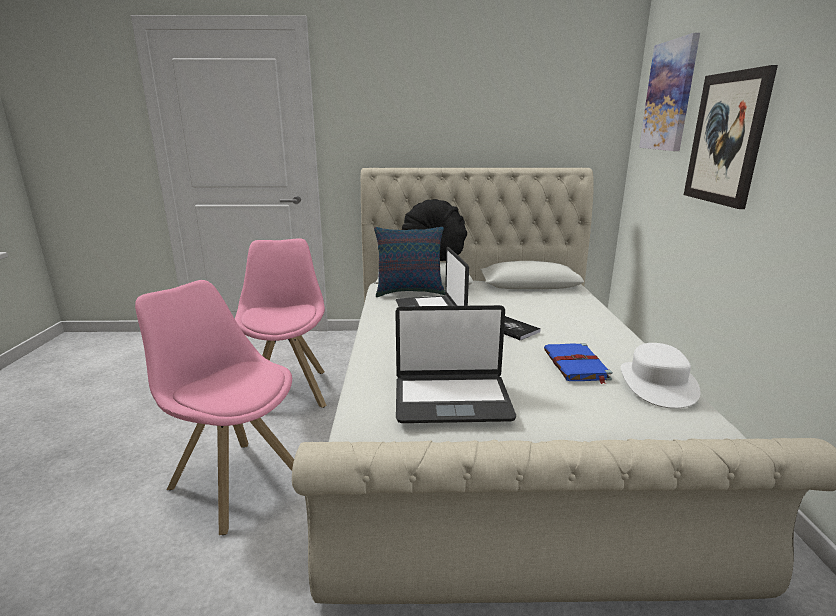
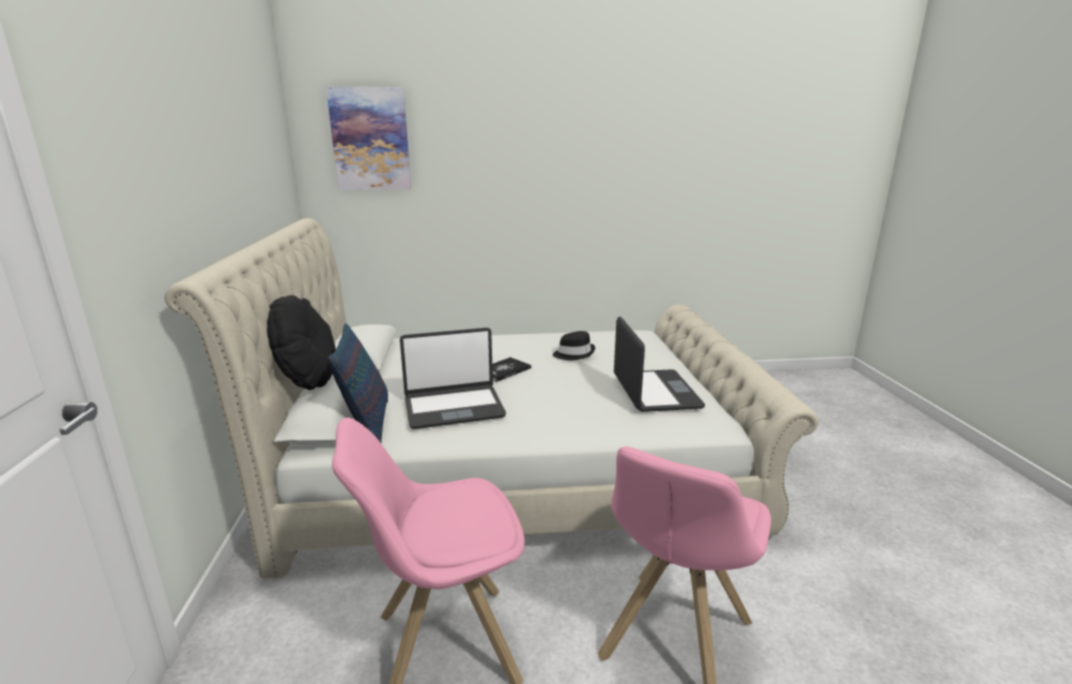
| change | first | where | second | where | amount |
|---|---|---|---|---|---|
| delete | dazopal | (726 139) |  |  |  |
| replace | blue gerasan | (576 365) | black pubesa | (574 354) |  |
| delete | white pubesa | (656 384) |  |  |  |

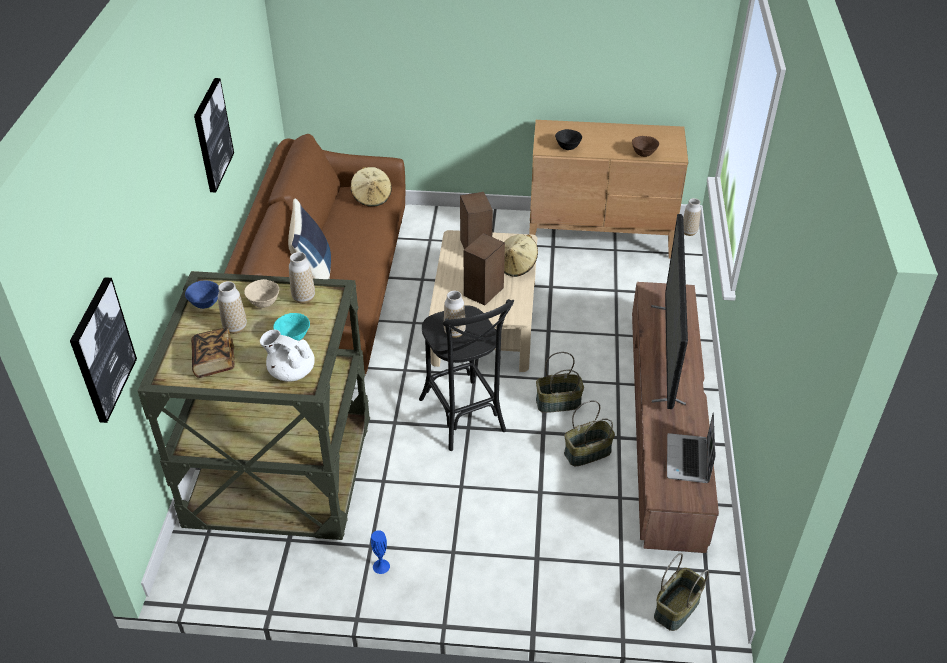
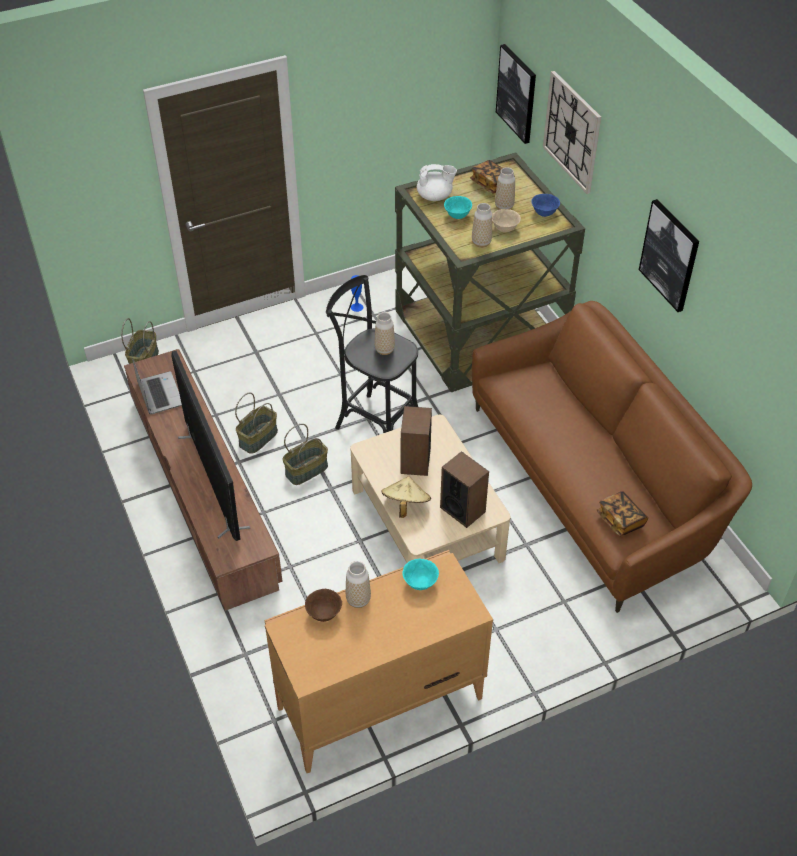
| change | first | where | second | where | amount |
|---|---|---|---|---|---|
| recolor | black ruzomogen | (567 147) | turquoise ruzomogen | (420 583) |  |
| replace | beige pubesa | (372 197) | gerasan | (620 520) |  |
| move | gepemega | (689 232) |  | (358 600) |  |
| delete | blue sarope | (313 273) |  |  |  |
| insert |  |  | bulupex | (572 132) |  |

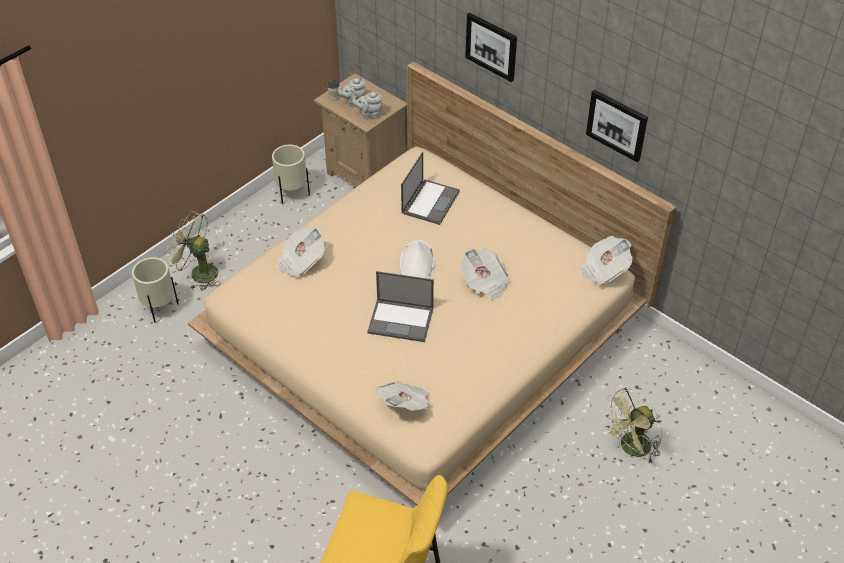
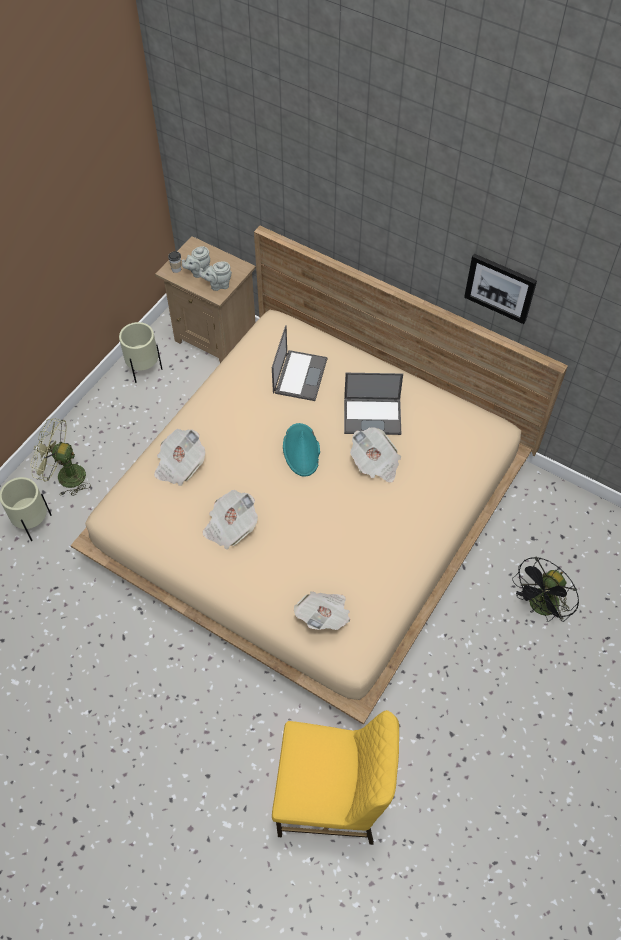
| change | first | where | second | where | amount |
|---|---|---|---|---|---|
| delete | dazopal | (491 46) |  |  |  |
| move | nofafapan | (603 270) |  | (230 527) |  |
| recolor | white pubesa | (417 264) | turquoise pubesa | (301 450) |  |
| move | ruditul | (401 320) |  | (373 415) |  |
| recolor | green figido | (631 449) | black figido | (540 607) |  |

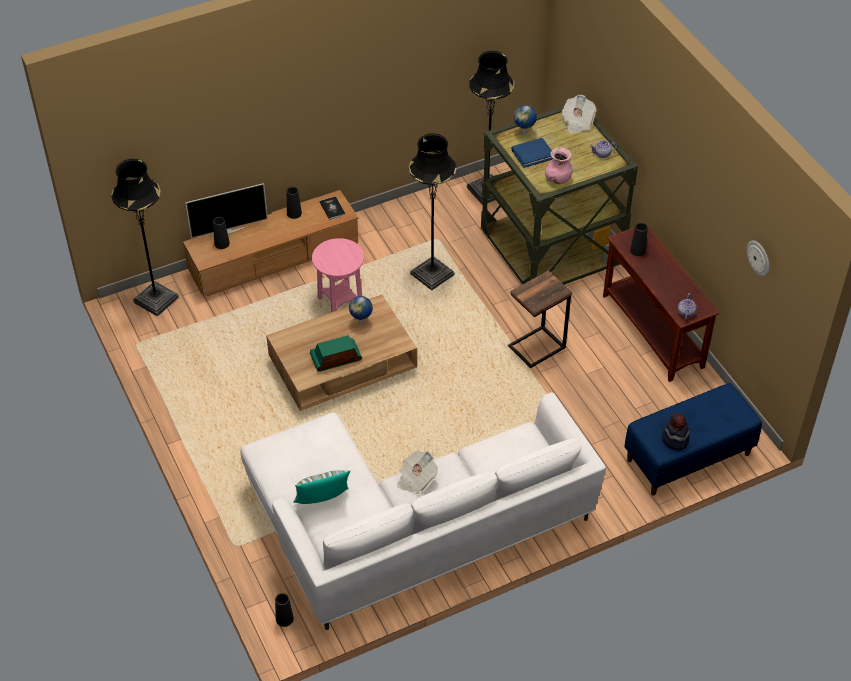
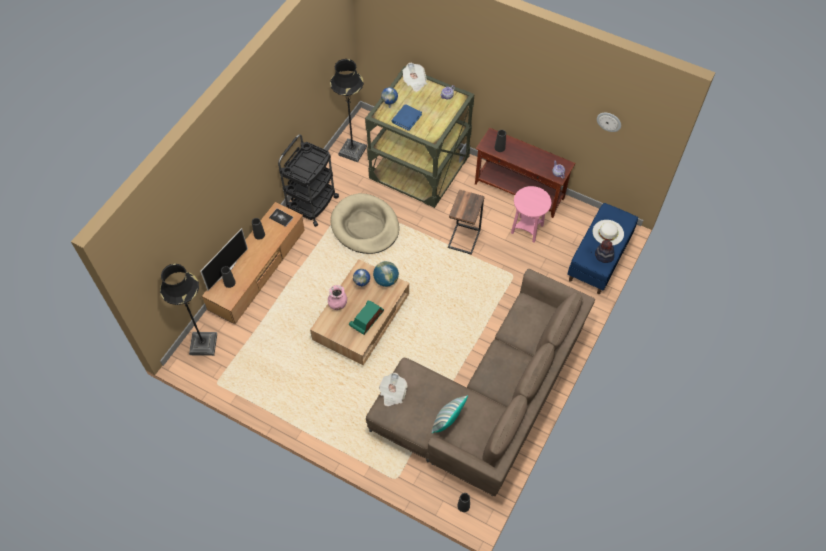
| change | first | where | second | where | amount |
|---|---|---|---|---|---|
| replace | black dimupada | (432 275) | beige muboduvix | (365 226) |  |
| move | pink gepemega | (558 179) |  | (338 304) |  |
| move | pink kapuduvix | (340 303) |  | (527 229) |  |
| recolor | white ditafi | (408 529) | brown ditafi | (487 401) |  |
| move | nofafapan | (416 479) |  | (392 393) |  |
| insert |  |  | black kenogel | (312 204) |  |
| insert |  |  | white pubesa | (608 232) |  |
| insert |  |  | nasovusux | (386 280) |  |

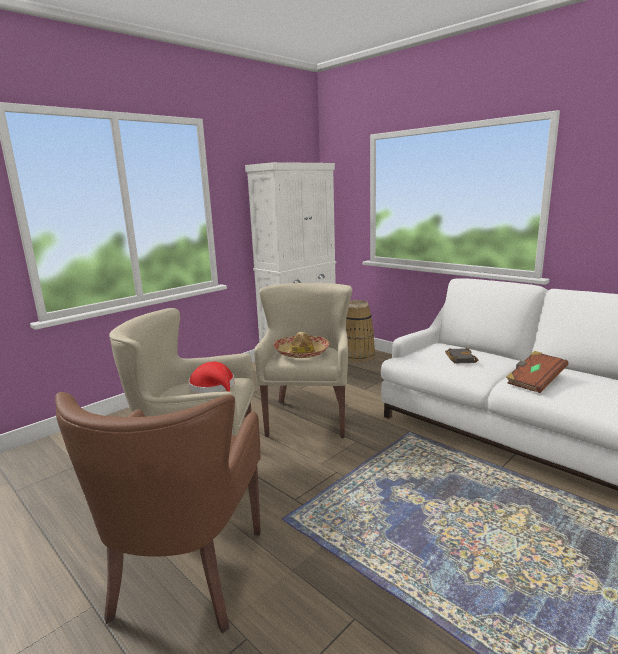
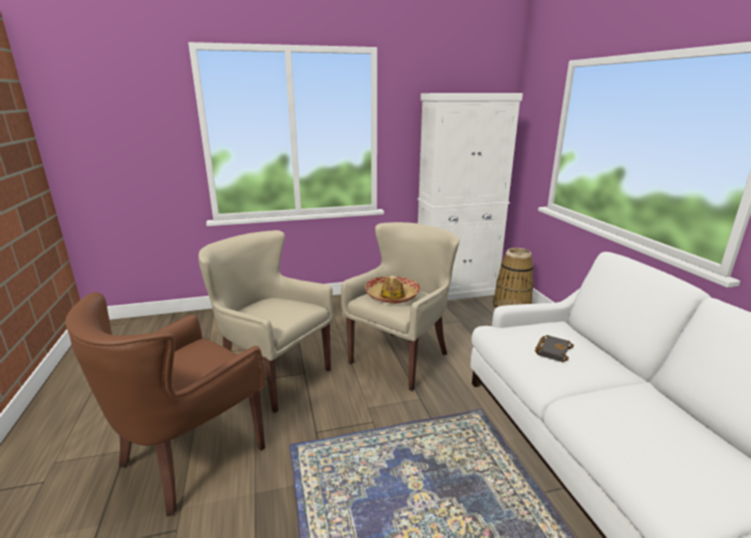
| change | first | where | second | where | amount |
|---|---|---|---|---|---|
| delete | brown gerasan | (534 382) |  |  |  |
| delete | red pubesa | (214 387) |  |  |  |

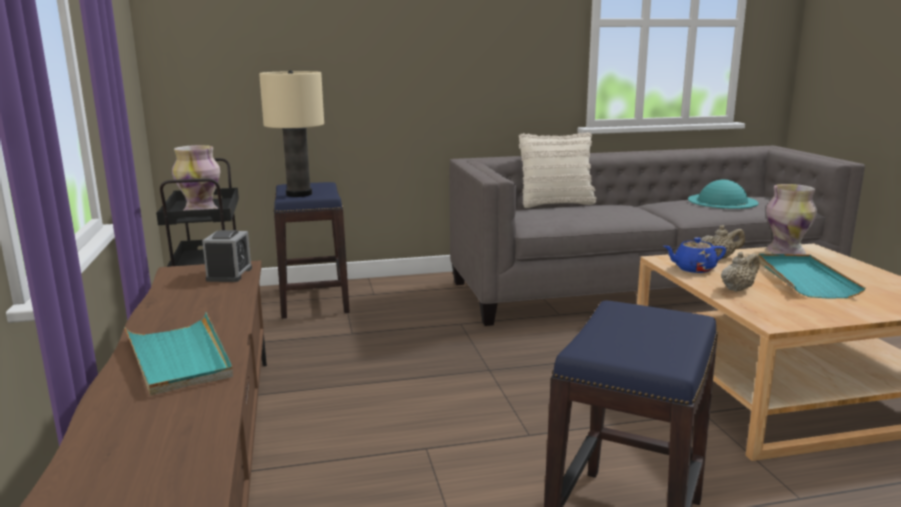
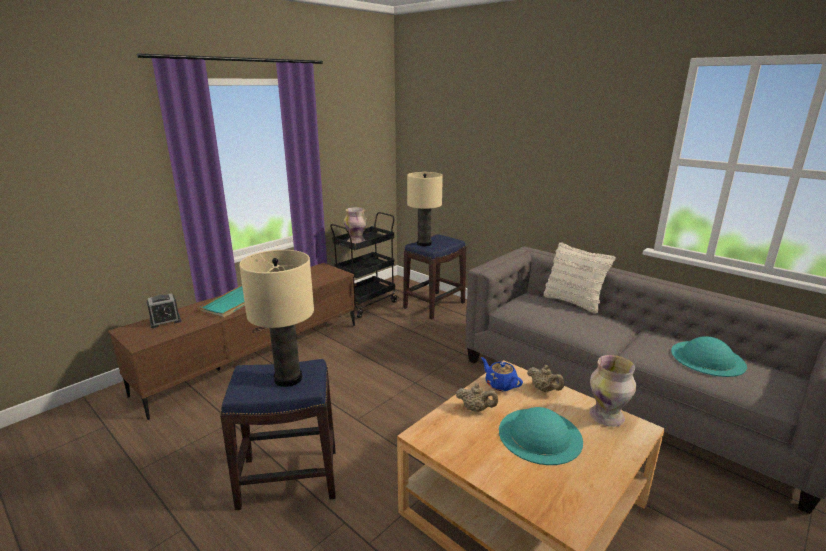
| change | first | where | second | where | amount |
|---|---|---|---|---|---|
| move | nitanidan | (229 274) |  | (165 321) |  |
| replace | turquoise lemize | (803 279) | turquoise pubesa | (540 435) |  |
| insert |  |  | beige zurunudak | (288 378) |  |

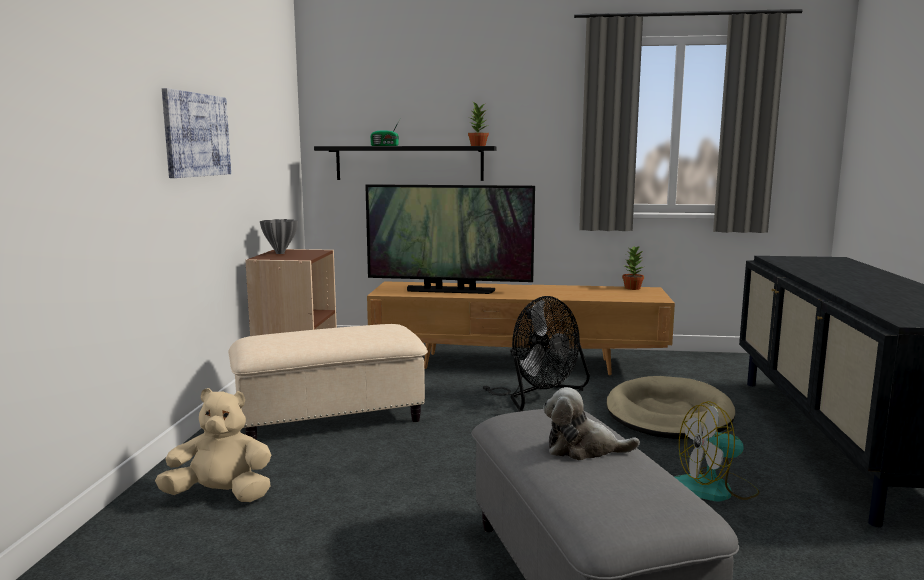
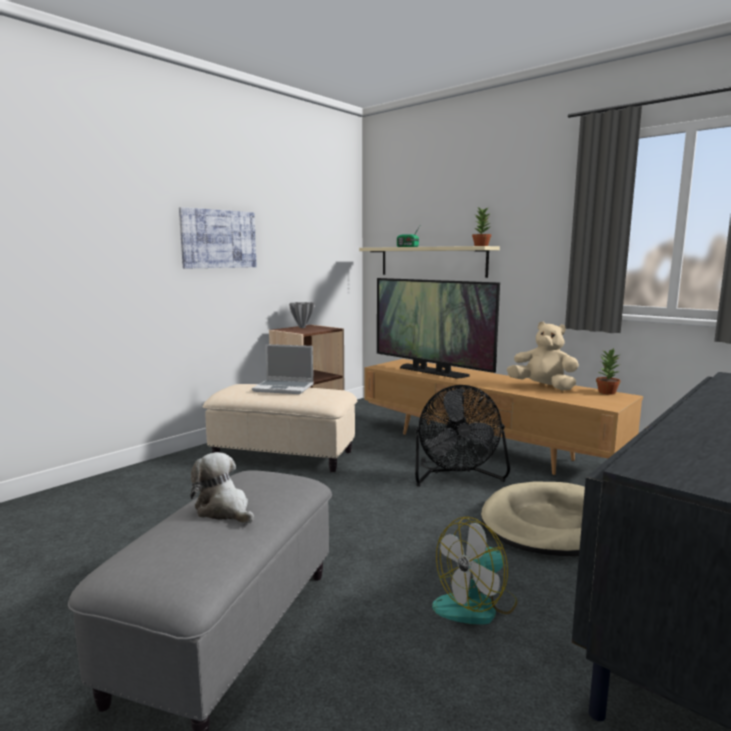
| change | first | where | second | where | amount |
|---|---|---|---|---|---|
| recolor | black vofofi | (409 163) | beige vofofi | (432 261) |  |
| move | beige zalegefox | (221 495) |  | (543 387) |  |
| rotate | figido | (715 488) |  | (476 605) | 60 degrees counterclockwise |
| insert |  |  | ruditul | (284 388) |  |

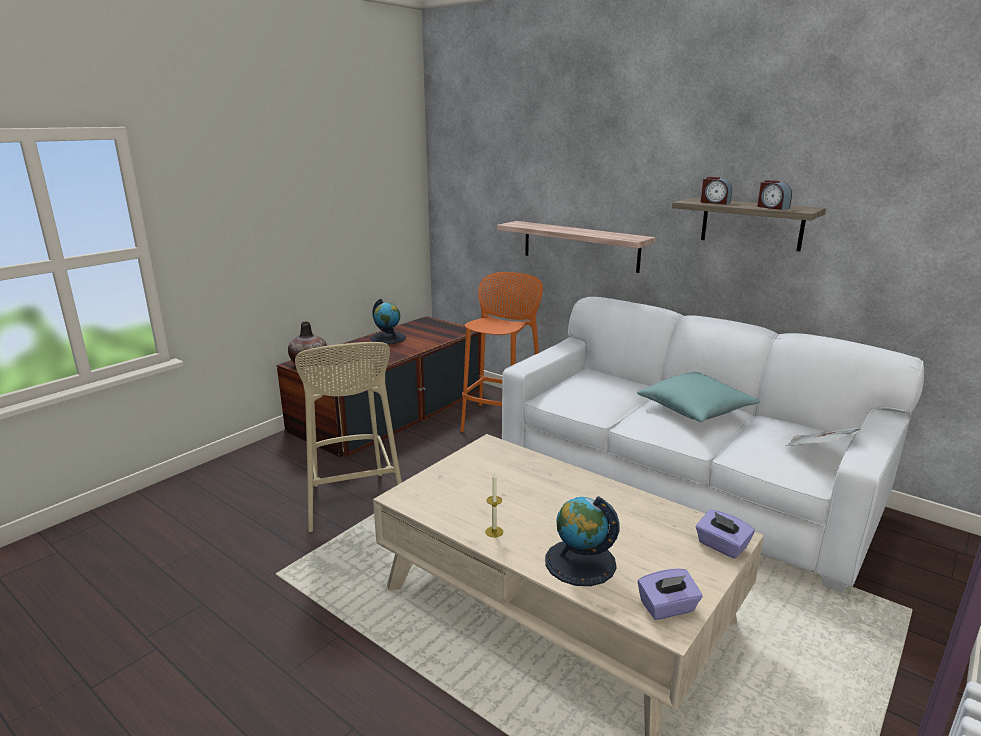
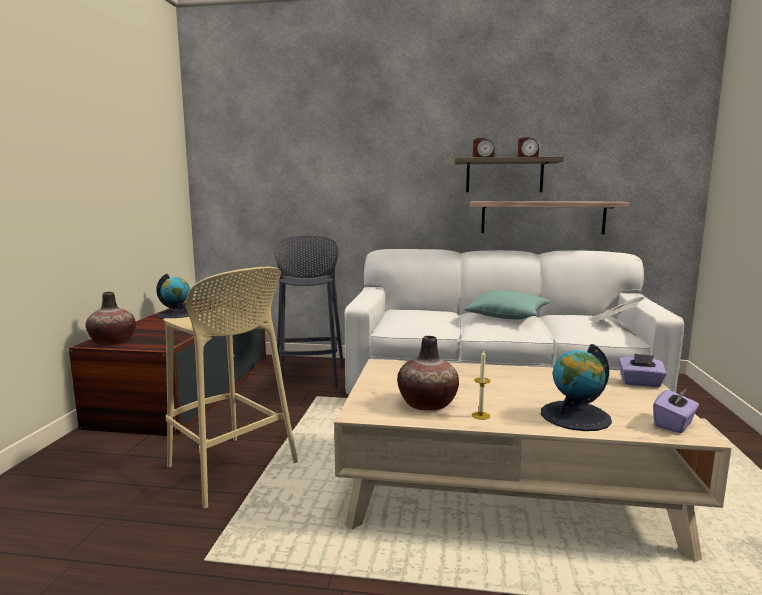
| change | first | where | second | where | amount |
|---|---|---|---|---|---|
| move | vofofi | (580 246) |  | (542 217) |  |
| recolor | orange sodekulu | (501 422) | grey sodekulu | (309 377) |  |
| insert |  |  | gepemega | (427 404) |  |

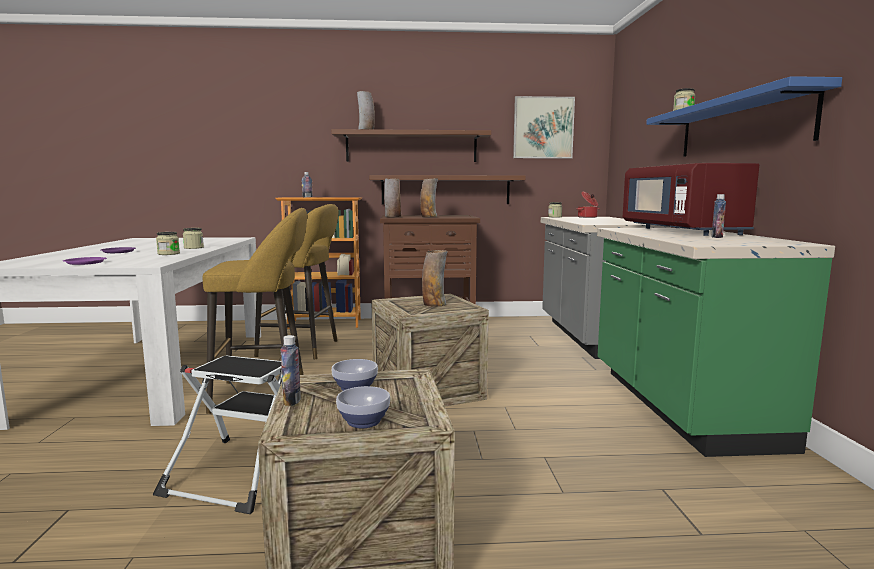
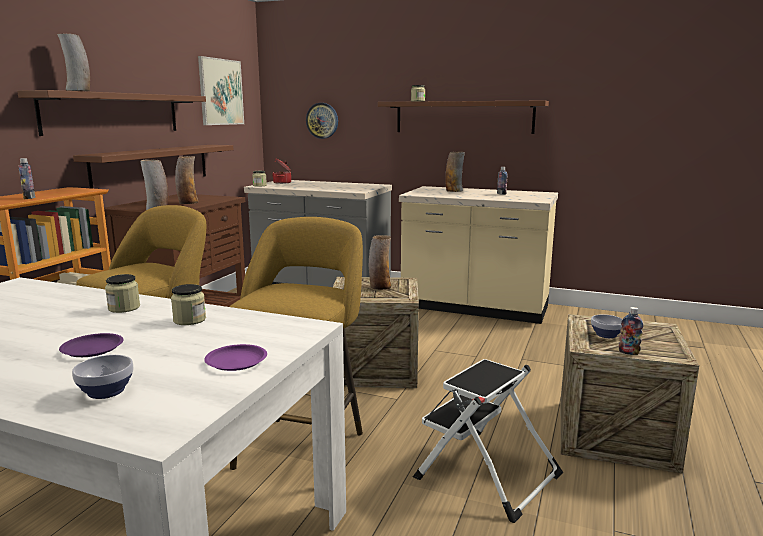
| change | first | where | second | where | amount |
|---|---|---|---|---|---|
| recolor | blue vofofi | (740 126) | brown vofofi | (463 117) |  |
| replace | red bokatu | (682 231) | gepemega | (454 191) |  |
| recolor | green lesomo | (679 406) | beige lesomo | (474 308) |  |
| move | ruzomogen | (365 421) |  | (106 391) |  |
| insert |  |  | bulupex | (322 120) |  |

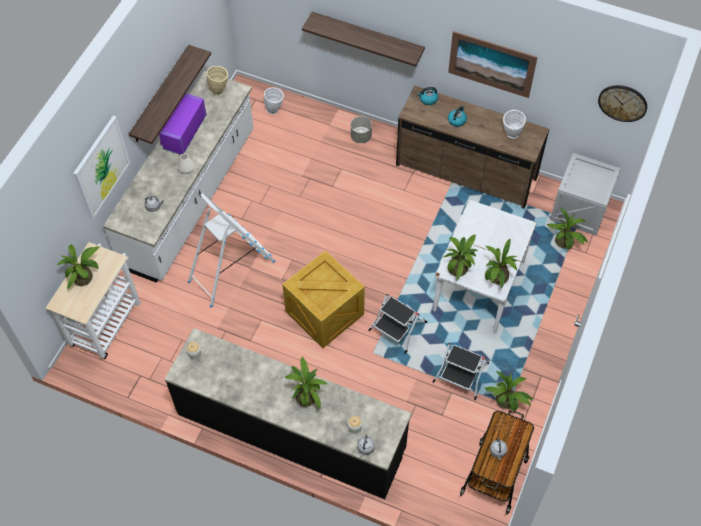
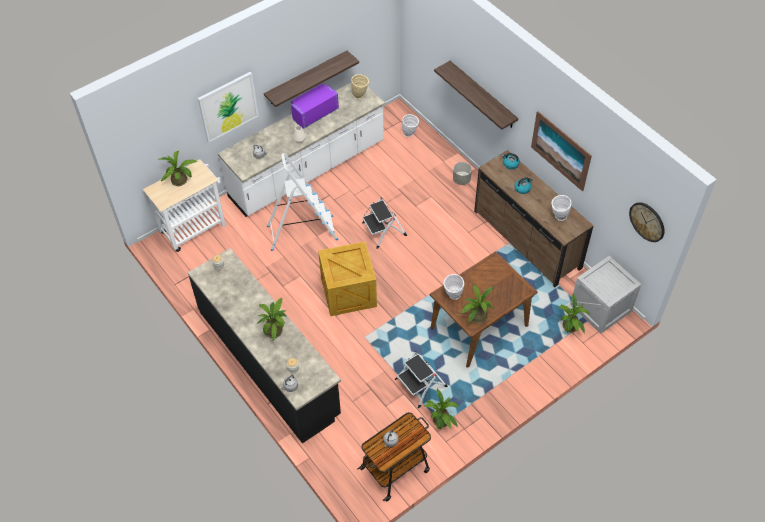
| change | first | where | second | where | amount |
|---|---|---|---|---|---|
| recolor | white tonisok | (479 286) | brown tonisok | (478 327) |  |
| replace | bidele | (459 267) | white gepemega | (452 296) |  |
| move | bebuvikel | (398 327) |  | (384 230) |  |

